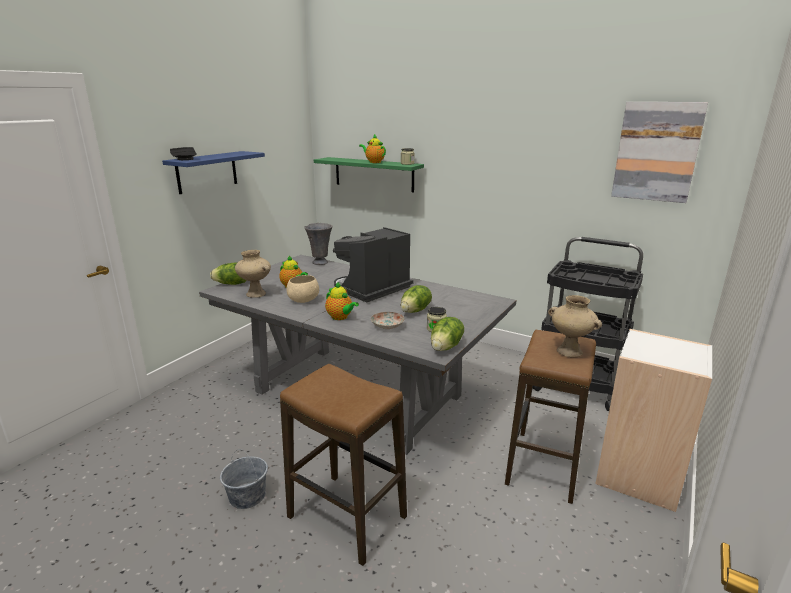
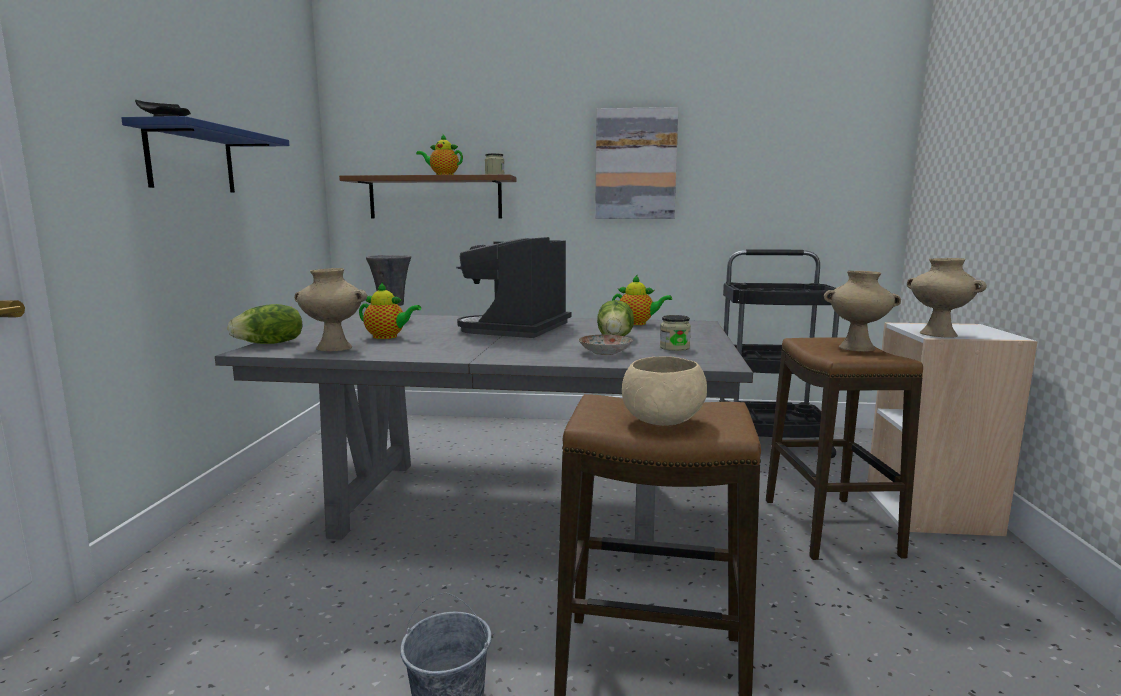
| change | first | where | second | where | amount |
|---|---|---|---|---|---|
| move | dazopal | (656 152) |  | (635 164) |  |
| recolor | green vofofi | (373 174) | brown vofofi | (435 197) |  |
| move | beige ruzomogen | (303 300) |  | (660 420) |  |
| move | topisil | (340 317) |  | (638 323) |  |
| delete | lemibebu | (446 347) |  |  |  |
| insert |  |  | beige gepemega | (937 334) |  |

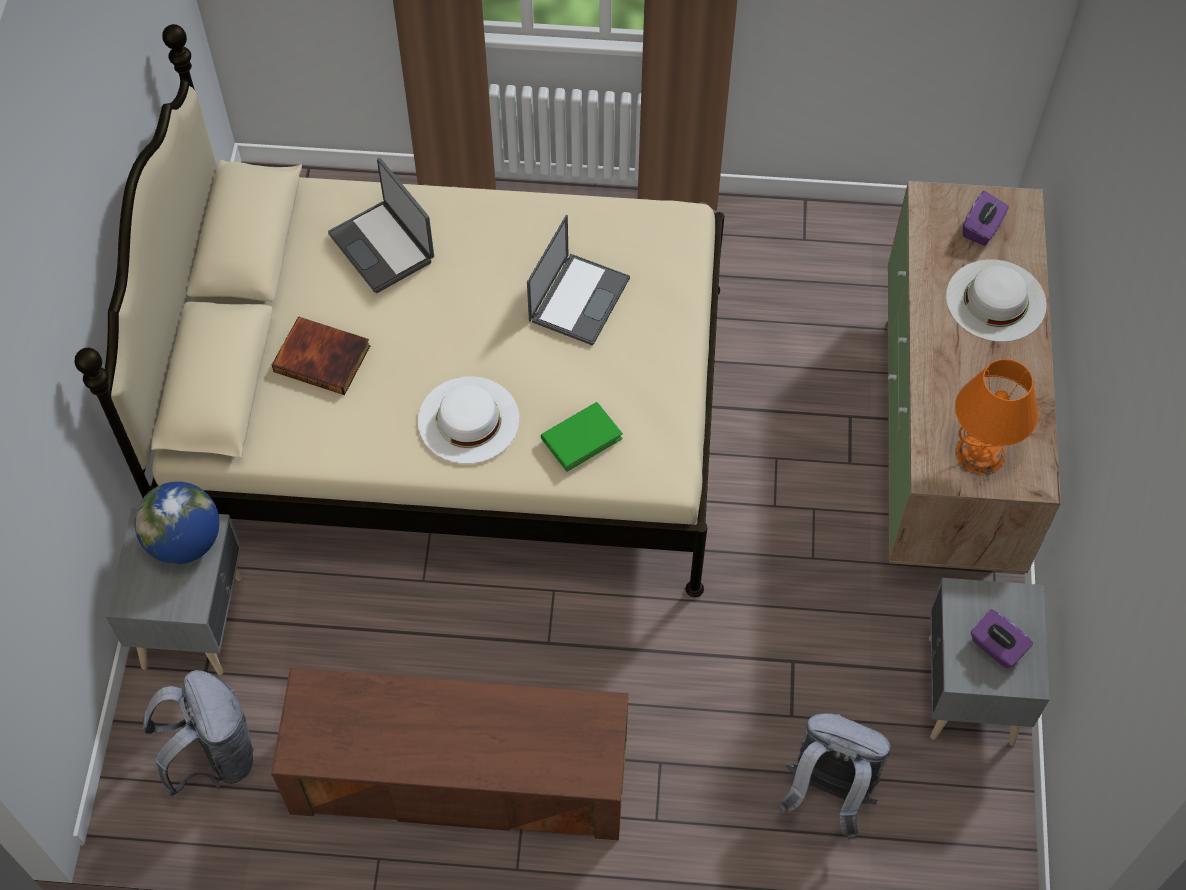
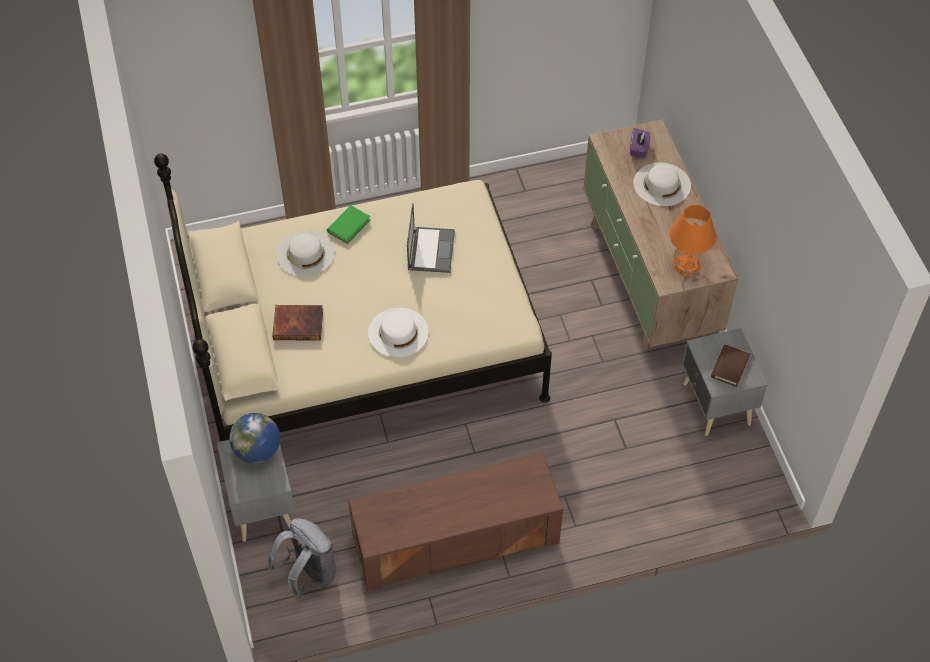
| change | first | where | second | where | amount |
|---|---|---|---|---|---|
| replace | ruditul | (383 247) | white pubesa | (305 253) |  |
| move | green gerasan | (581 438) |  | (348 226) |  |
| replace | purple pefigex | (996 647) | brown gerasan | (729 367) |  |
| delete | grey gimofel | (828 792) |  |  |  |

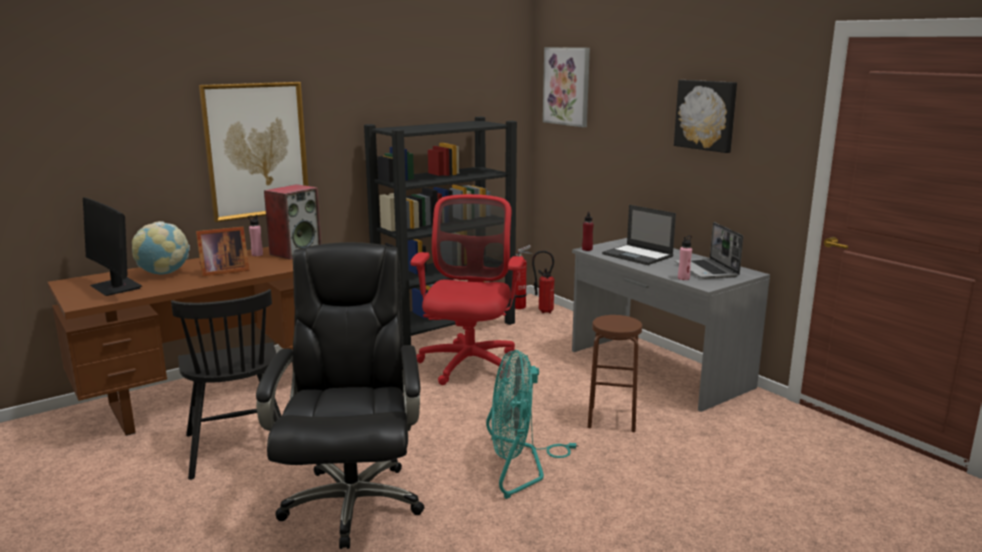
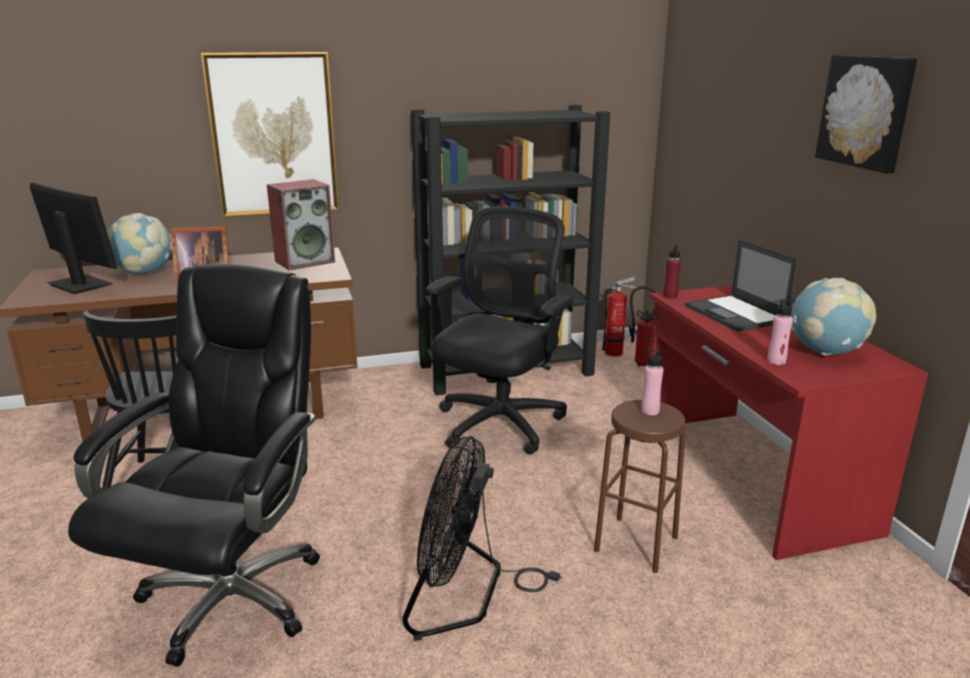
| change | first | where | second | where | amount |
|---|---|---|---|---|---|
| delete | dazopal | (567 86) |  |  |  |
| recolor | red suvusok | (468 367) | black suvusok | (498 428) |  |
| rotate | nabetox | (116 287) |  | (80 285) | 150 degrees clockwise |
| move | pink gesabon | (257 254) |  | (650 411) |  |
| replace | ruditul | (707 270) | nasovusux | (825 352) |  |
| recolor | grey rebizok | (657 369) | red rebizok | (748 475) |  |
| recolor | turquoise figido | (521 463) | black figido | (471 587) |  |

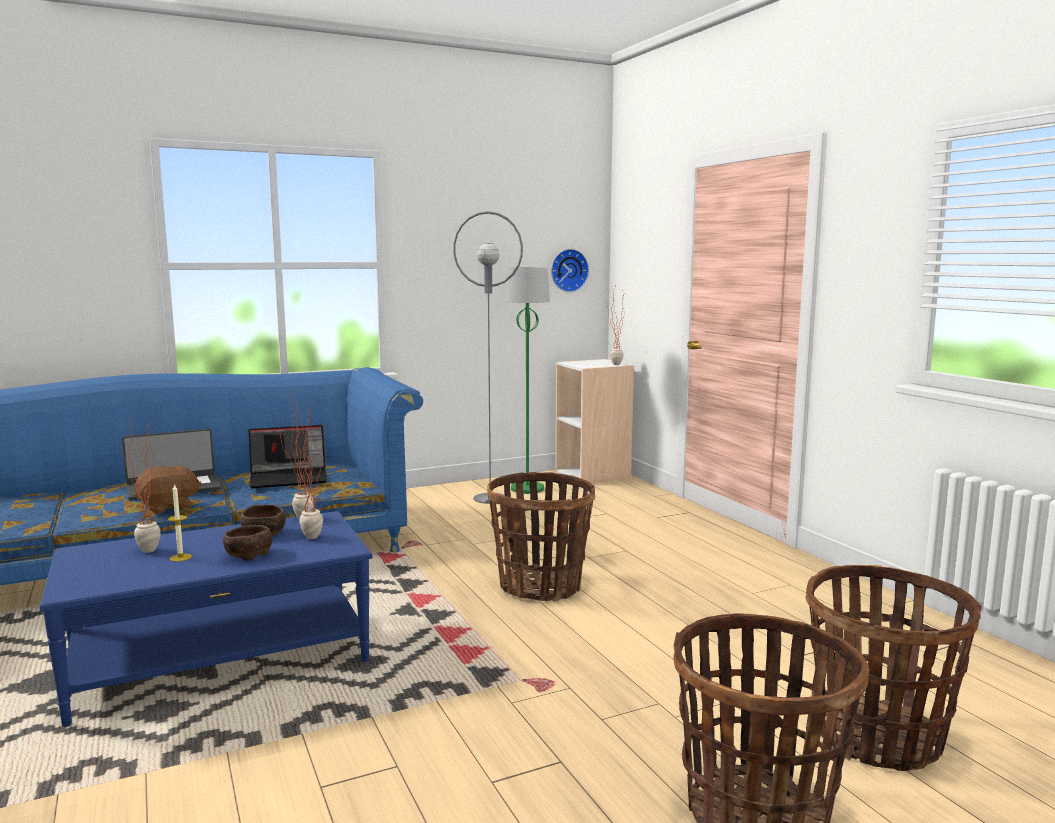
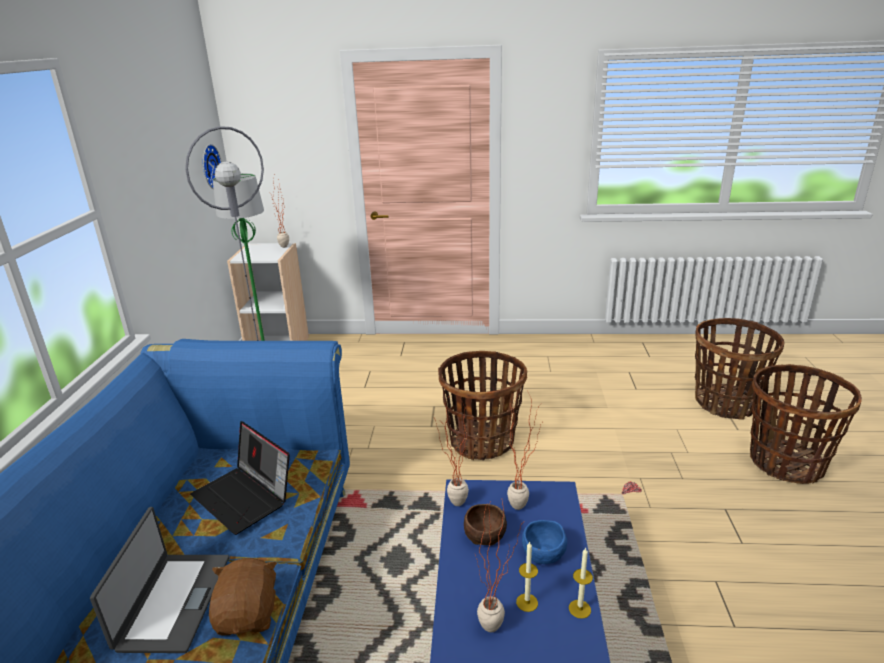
| change | first | where | second | where | amount |
|---|---|---|---|---|---|
| rotate | ruditul | (290 478) |  | (245 497) | 120 degrees clockwise |
| recolor | brown ruzomogen | (247 554) | blue ruzomogen | (543 553) |  |
| insert |  |  | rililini | (579 609) |  |

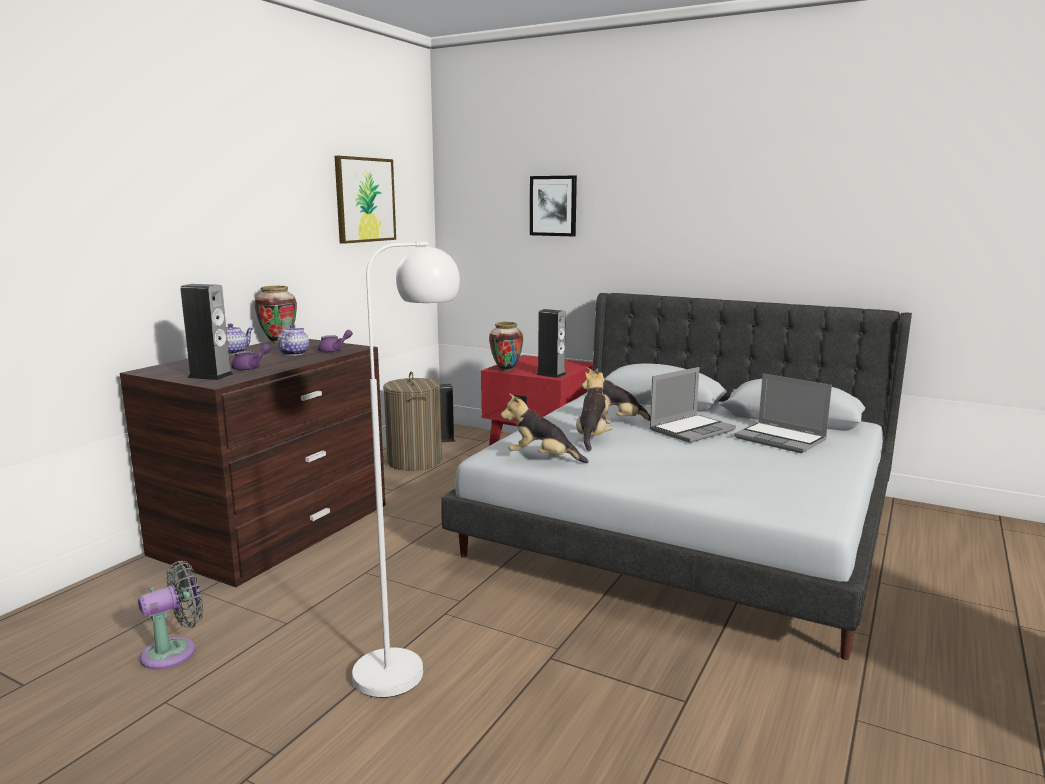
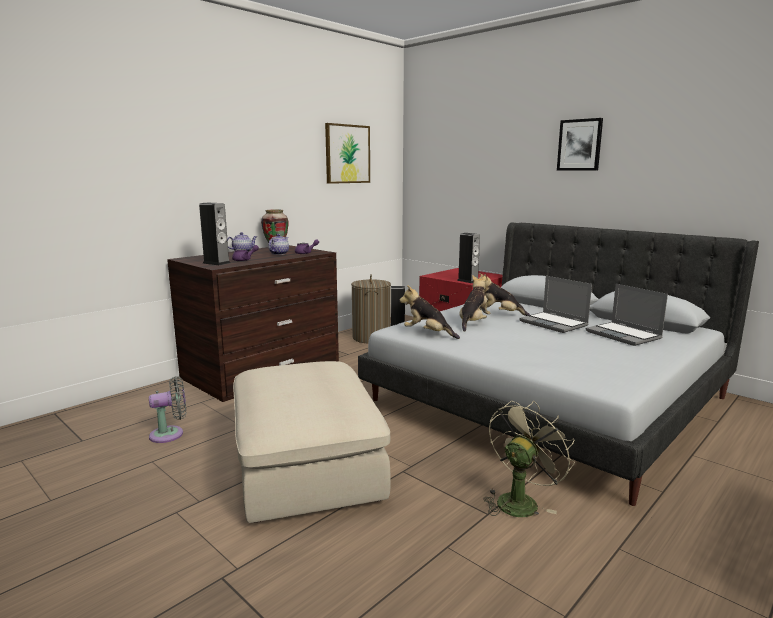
| change | first | where | second | where | amount |
|---|---|---|---|---|---|
| move | dazopal | (553 206) |  | (579 145) |  |
| replace | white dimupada | (408 668) | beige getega | (305 464) |  |
| delete | gepemega | (506 370) |  |  |  |
| rotate | ruditul | (691 430) |  | (554 324) | 75 degrees clockwise |
| insert |  |  | beige figido | (520 500) |  |

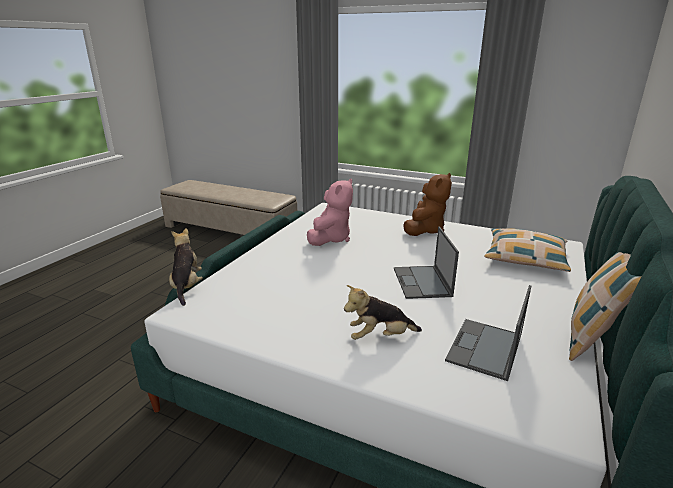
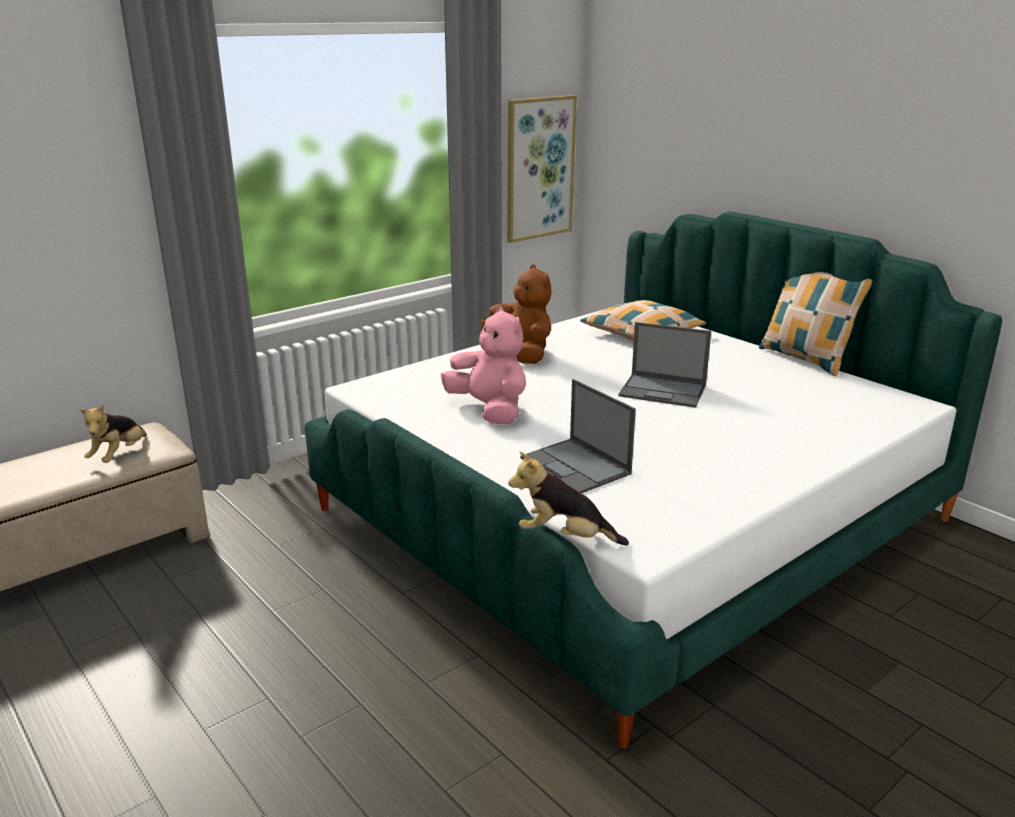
| change | first | where | second | where | amount |
|---|---|---|---|---|---|
| move | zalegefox | (380 337) |  | (119 455) |  |
| move | ruditul | (484 349) |  | (576 466) |  |
| insert |  |  | dazopal | (539 168) |  |

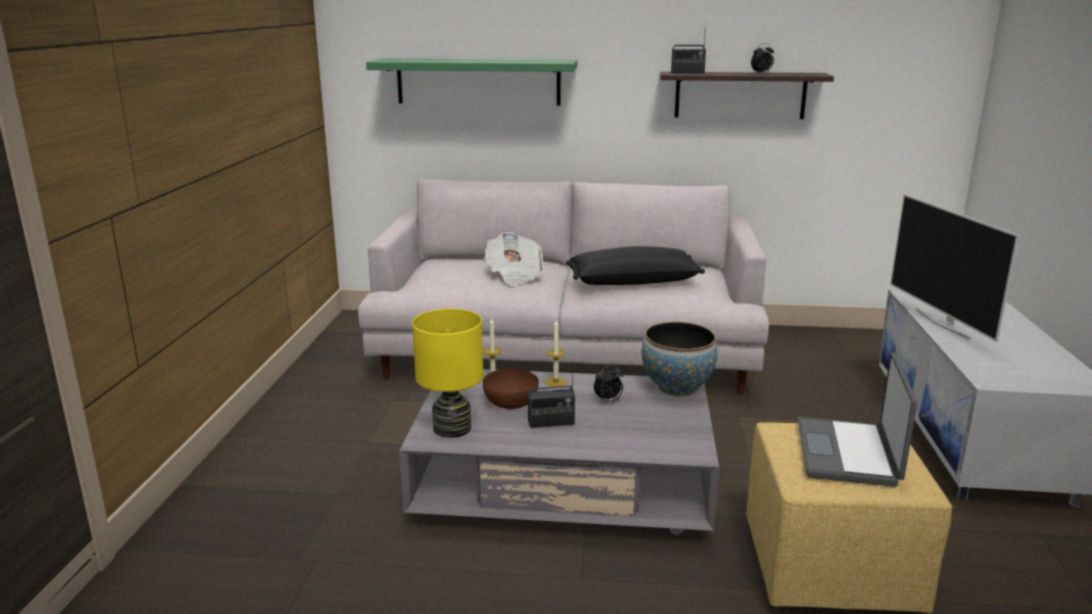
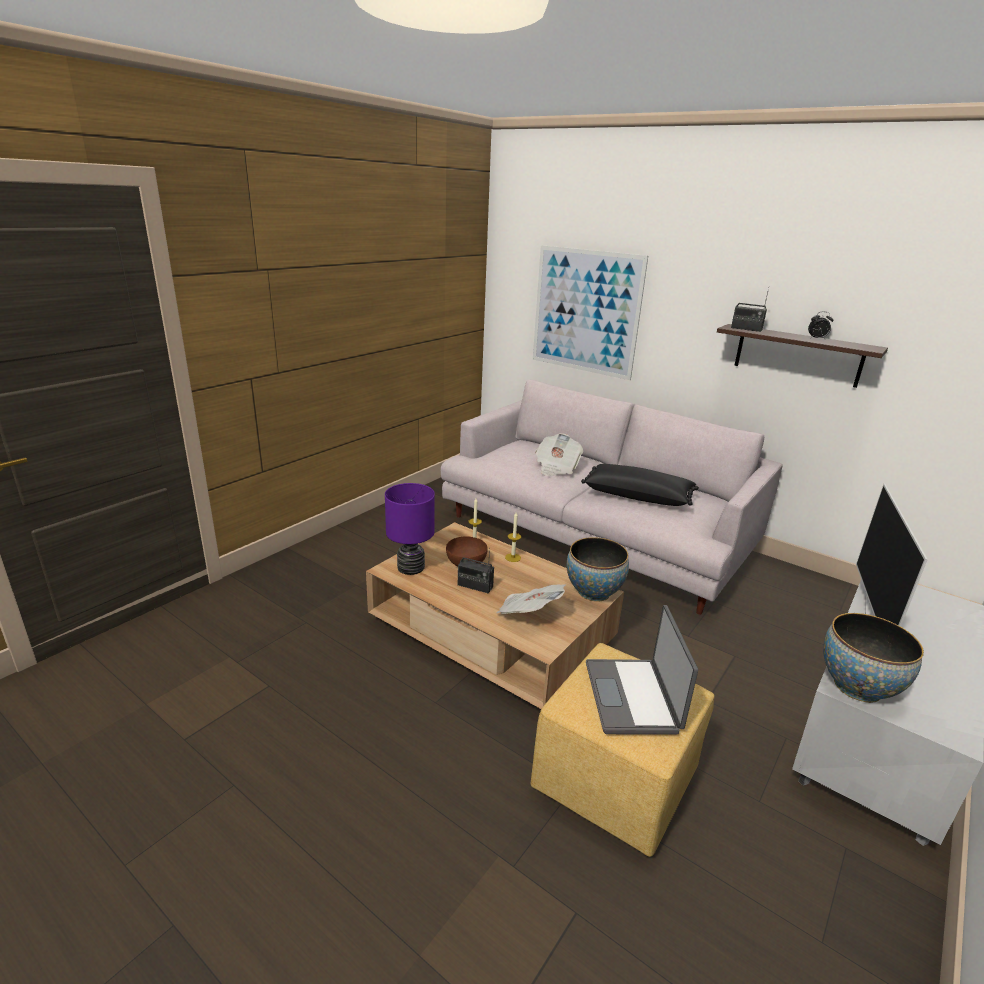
| change | first | where | second | where | amount |
|---|---|---|---|---|---|
| replace | green vofofi | (478 81) | dazopal | (585 312) |  |
| recolor | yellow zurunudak | (452 428) | purple zurunudak | (411 567) |  |
| rotate | ruditul | (849 453) |  | (633 697) | 45 degrees counterclockwise |
| delete | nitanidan | (608 401) |  |  |  |
| recolor | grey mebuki | (563 486) | brown mebuki | (490 634) |  |
| insert |  |  | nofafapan | (528 613) |  |
| insert |  |  | ruzomogen | (857 687) |  |

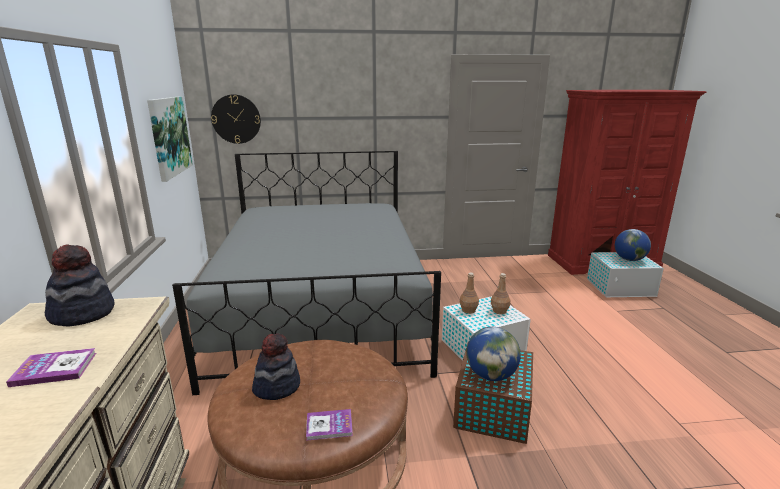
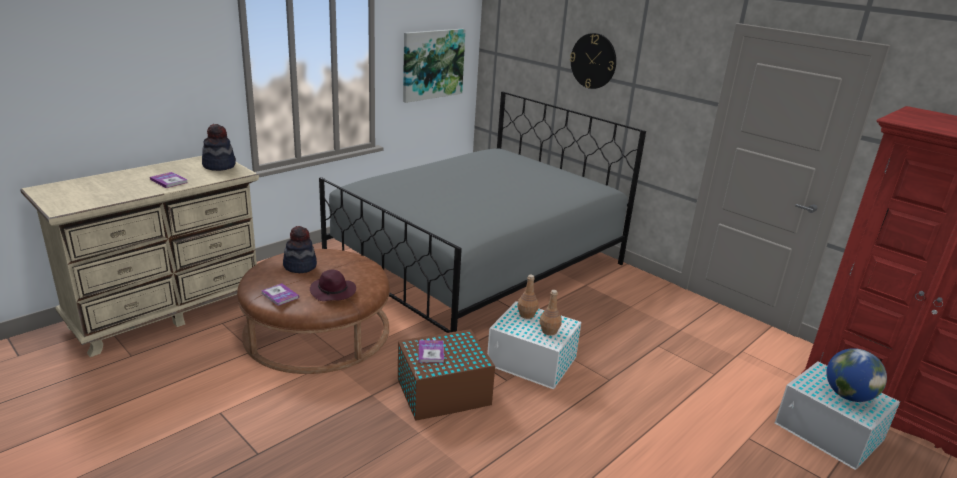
| change | first | where | second | where | amount |
|---|---|---|---|---|---|
| move | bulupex | (236 119) |  | (593 61) |  |
| replace | nasovusux | (491 375) | gerasan | (431 352) |  |
| insert |  |  | purple pubesa | (333 292) |  |

